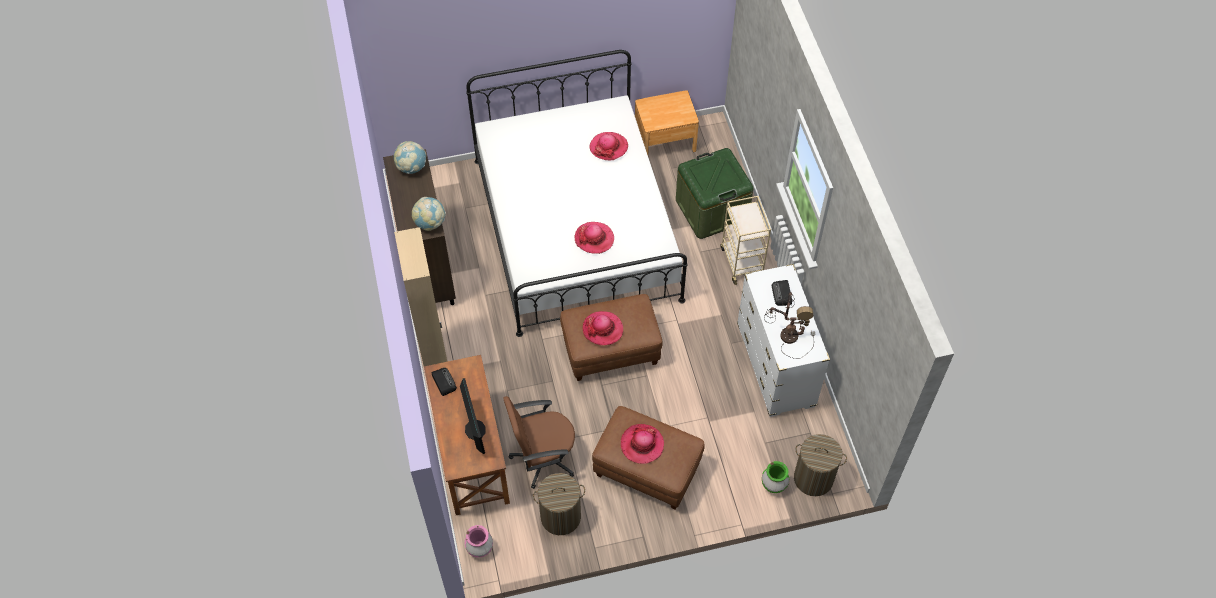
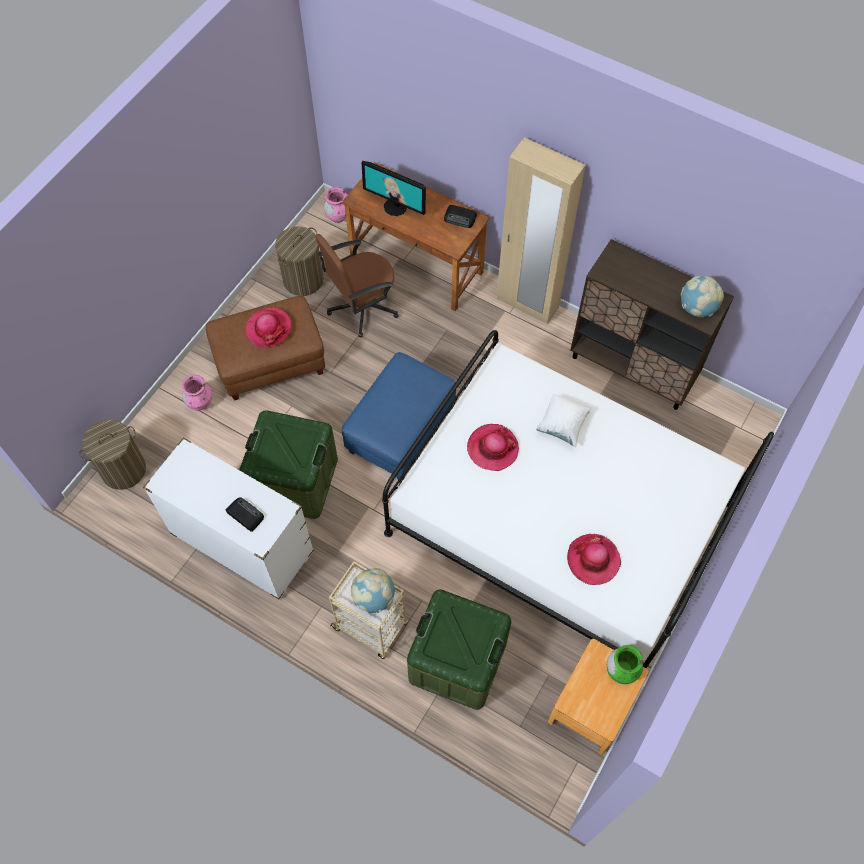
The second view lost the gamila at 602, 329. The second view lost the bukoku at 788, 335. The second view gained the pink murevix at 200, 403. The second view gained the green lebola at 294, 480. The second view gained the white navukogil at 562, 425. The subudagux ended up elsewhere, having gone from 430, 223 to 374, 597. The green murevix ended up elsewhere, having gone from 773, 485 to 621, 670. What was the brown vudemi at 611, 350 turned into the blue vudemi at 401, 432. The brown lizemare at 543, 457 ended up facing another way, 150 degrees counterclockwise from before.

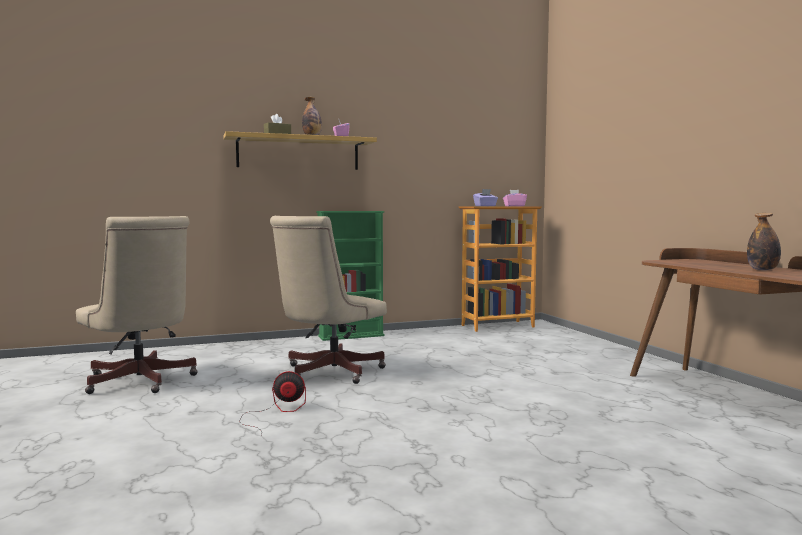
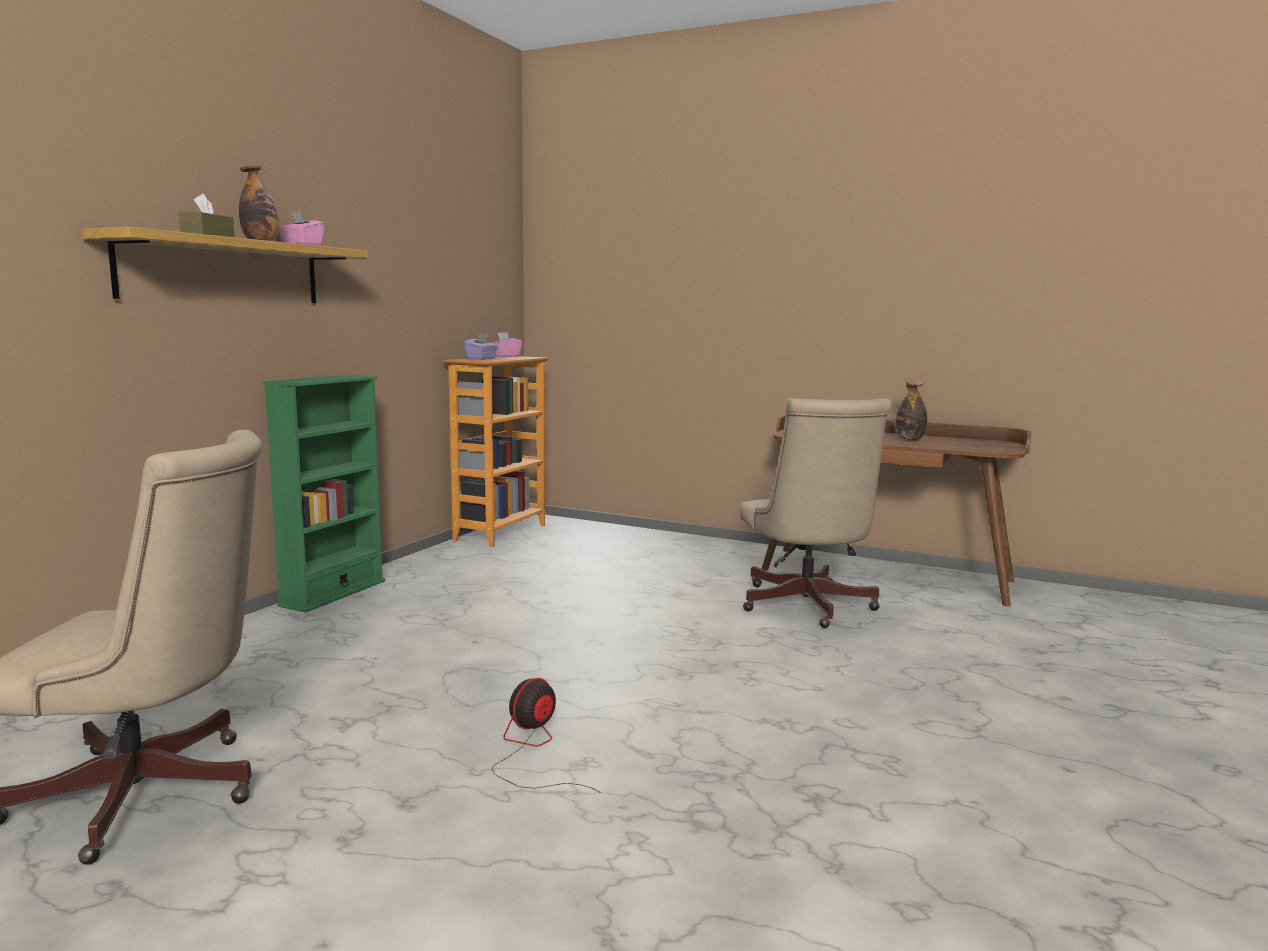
The beige lizemare ended up elsewhere, having gone from 328, 372 to 807, 607.

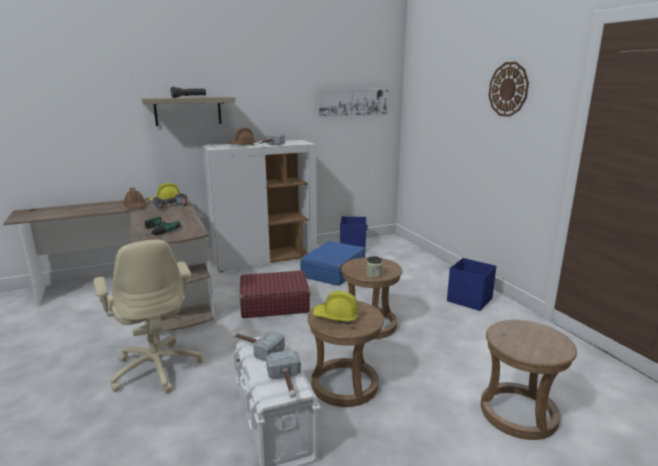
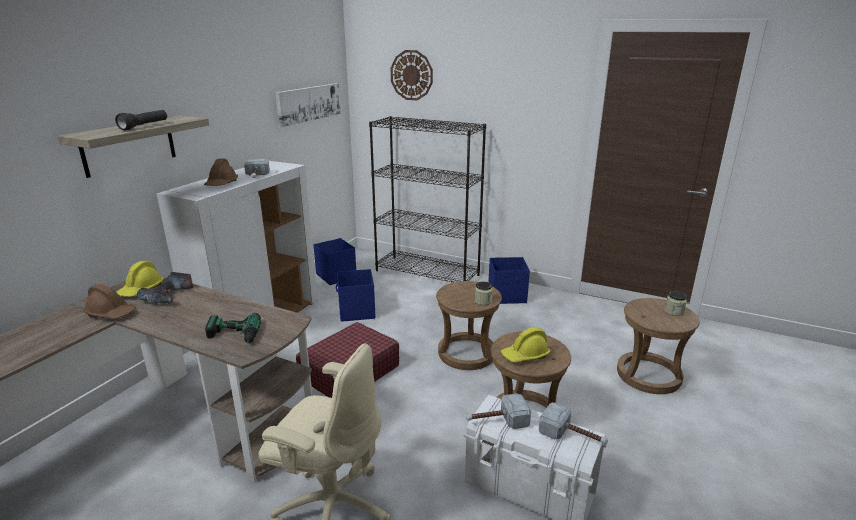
The second view gained the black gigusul at 428, 273. The second view gained the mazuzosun at 674, 311. The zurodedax ended up elsewhere, having gone from 508, 89 to 411, 75. Where the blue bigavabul stood at 333, 271, the blue lebola came to stand at 356, 312.

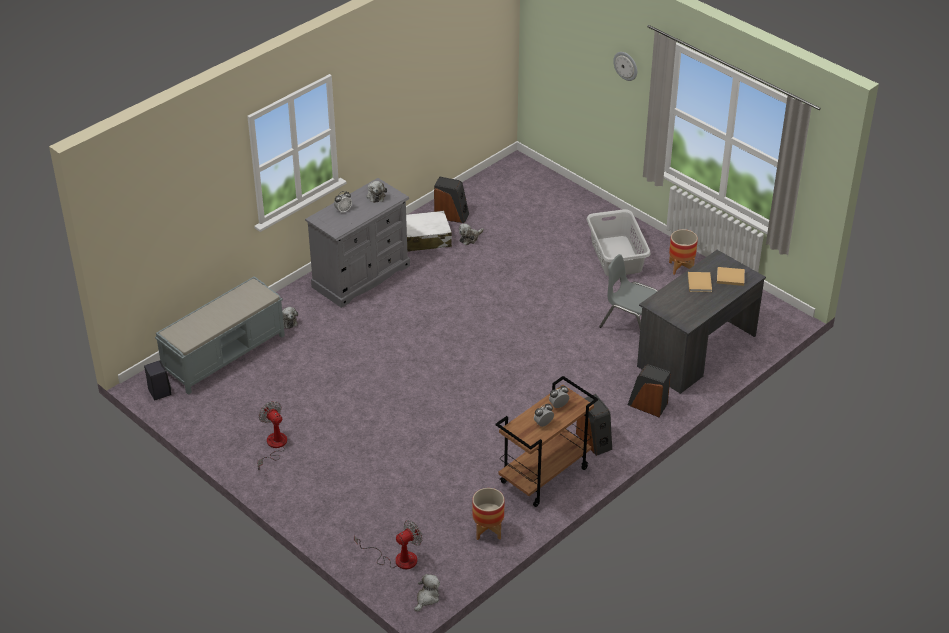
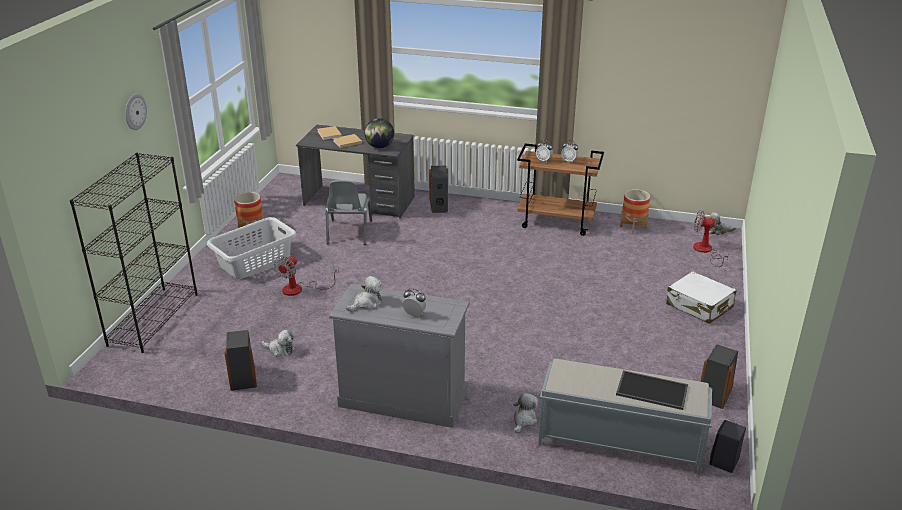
The second view gained the black gigusul at 153, 319. The second view gained the subudagux at 379, 147. The second view gained the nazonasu at 651, 391. The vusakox ended up elsewhere, having gone from 274, 446 to 300, 289. The white bigavabul ended up elsewhere, having gone from 425, 238 to 699, 306. The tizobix ended up elsewhere, having gone from 594, 440 to 716, 393.

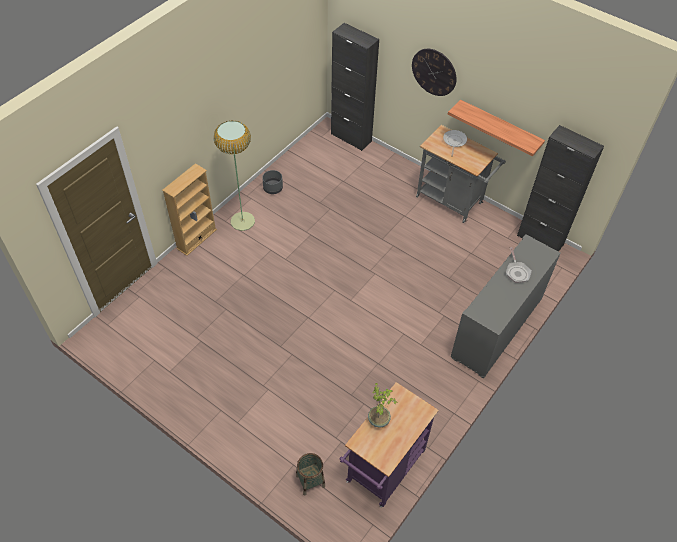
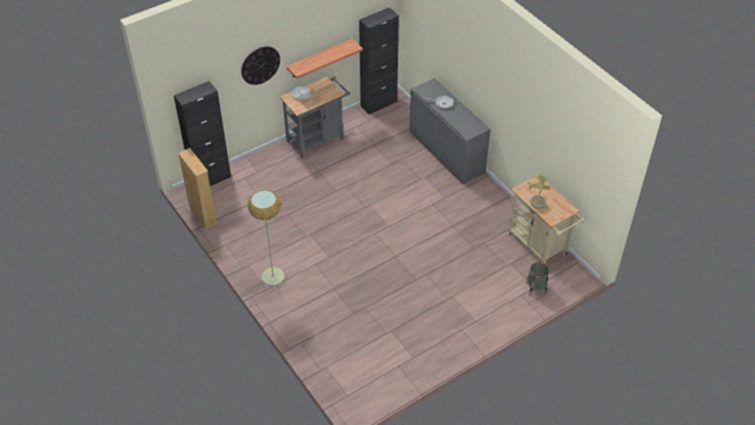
The second view lost the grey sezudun at 273, 188. The beige gigusul ended up elsewhere, having gone from 196, 239 to 203, 214. What was the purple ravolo at 382, 471 turned into the beige ravolo at 539, 247.

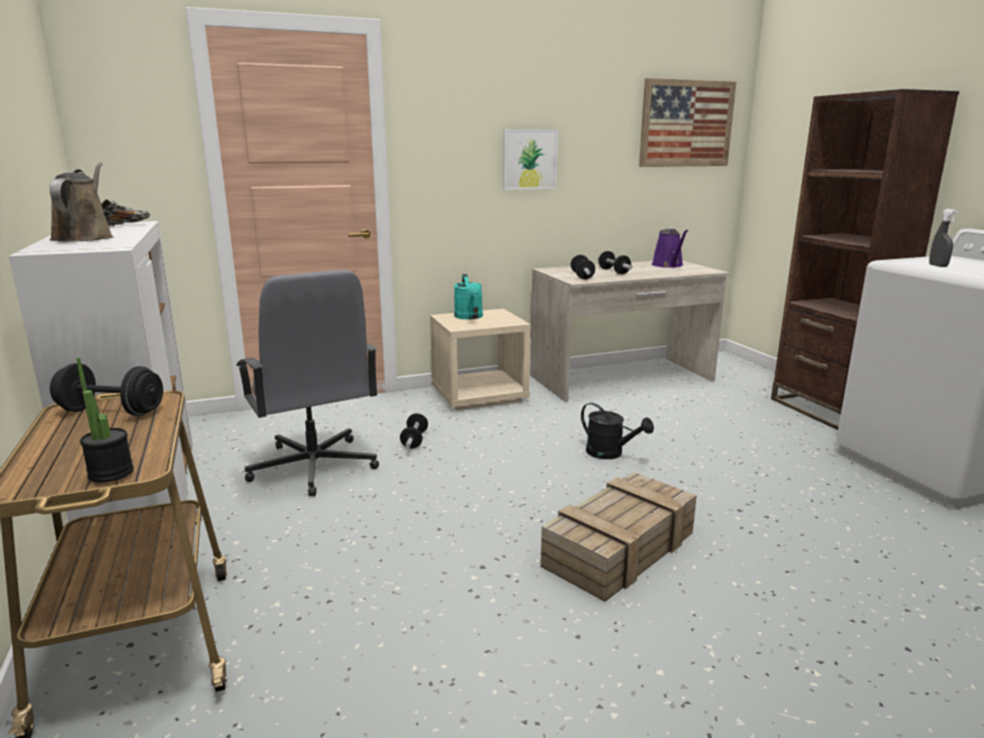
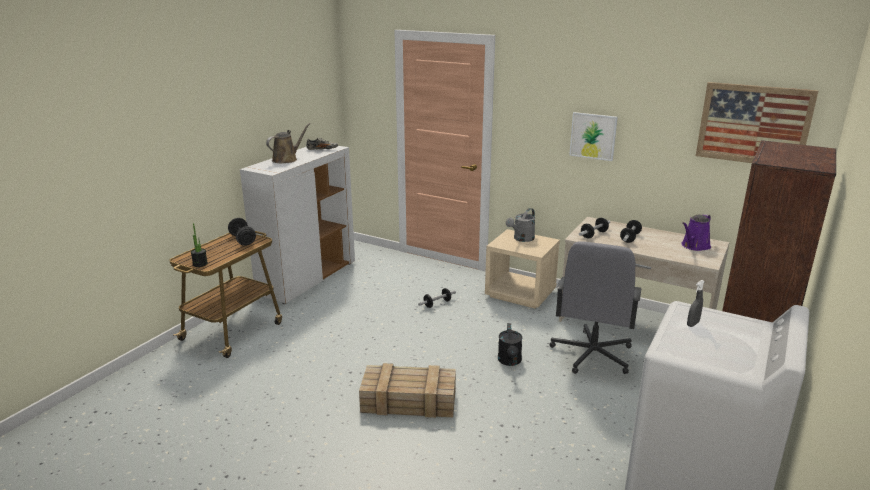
The grey lizemare ended up elsewhere, having gone from 313, 467 to 591, 354. What was the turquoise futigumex at 469, 317 turned into the grey futigumex at 521, 239.

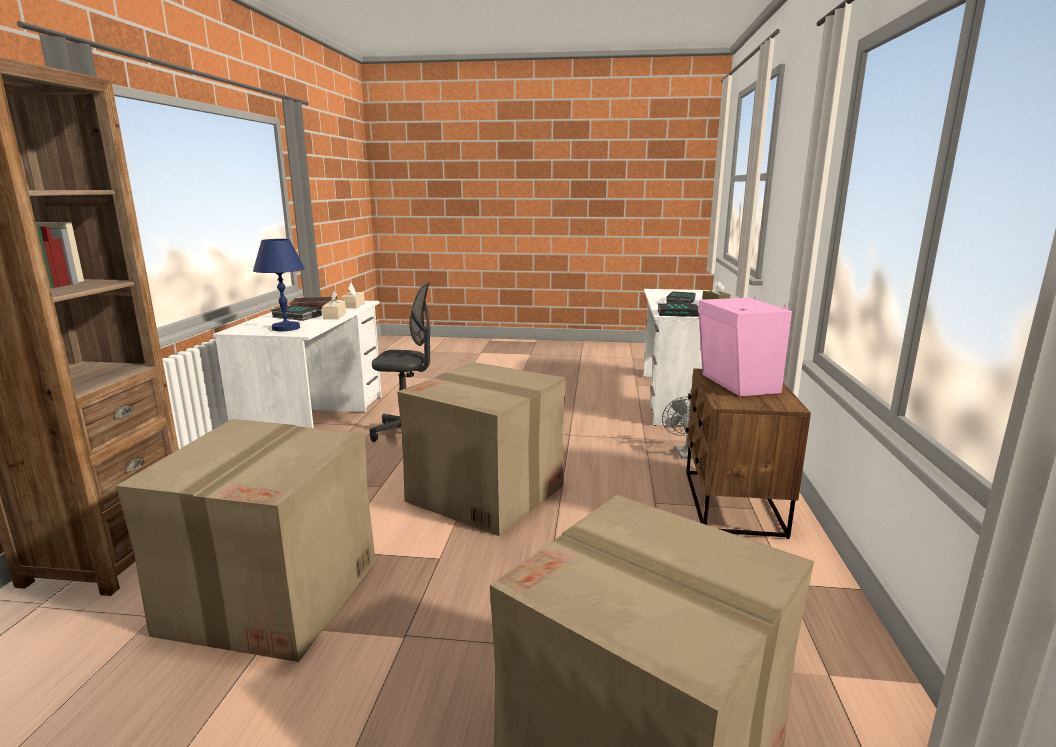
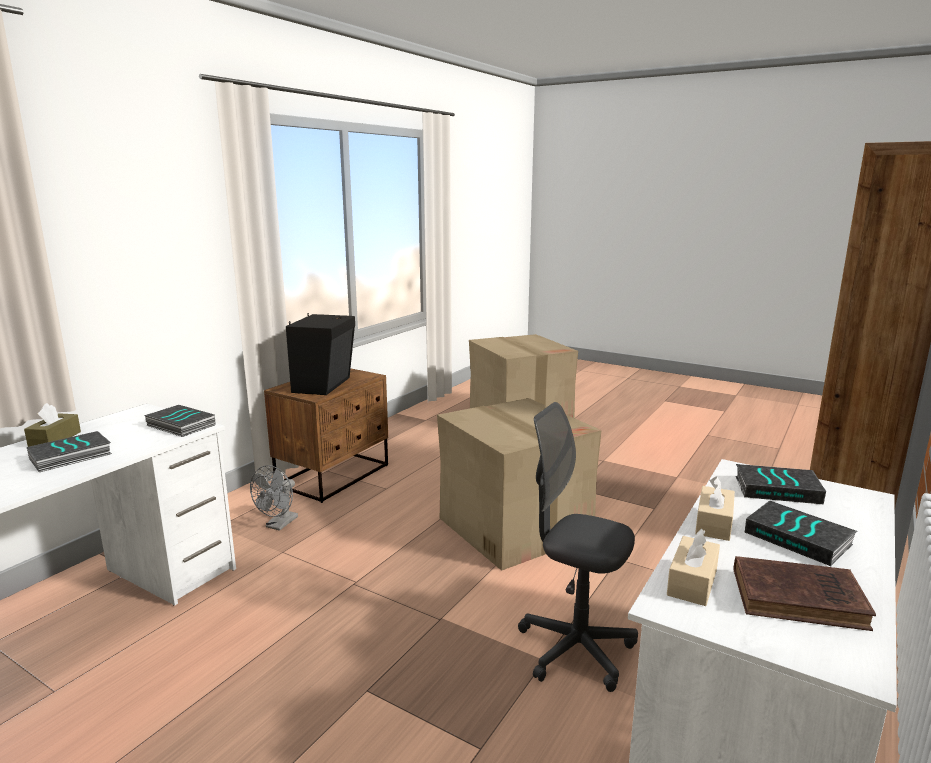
The second view lost the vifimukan at 273, 594. Where the blue bukoku stood at 285, 328, the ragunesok came to stand at 778, 489. What was the pink tizobix at 736, 384 turned into the black tizobix at 325, 385.

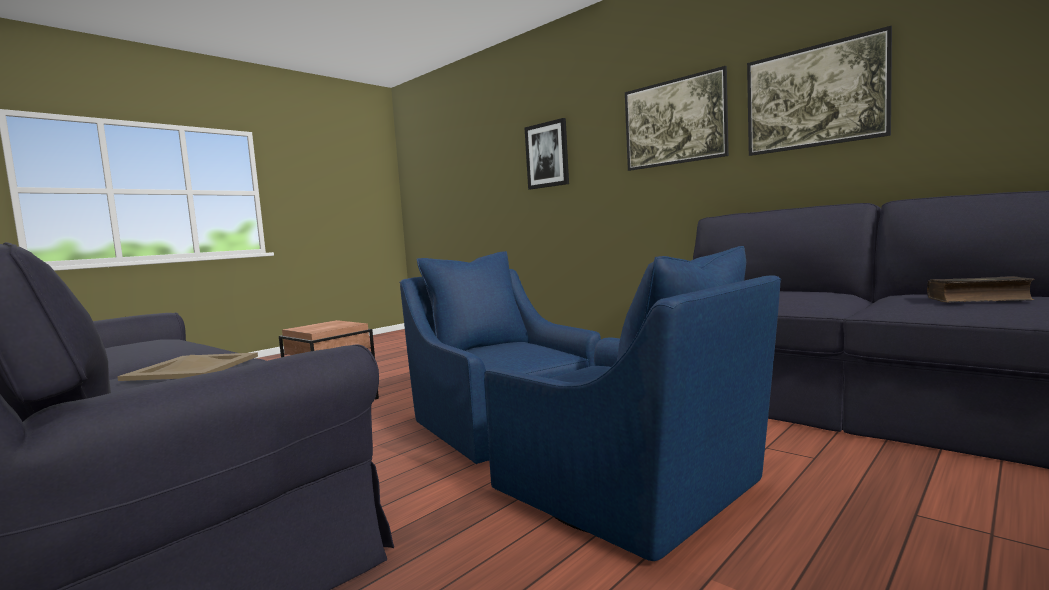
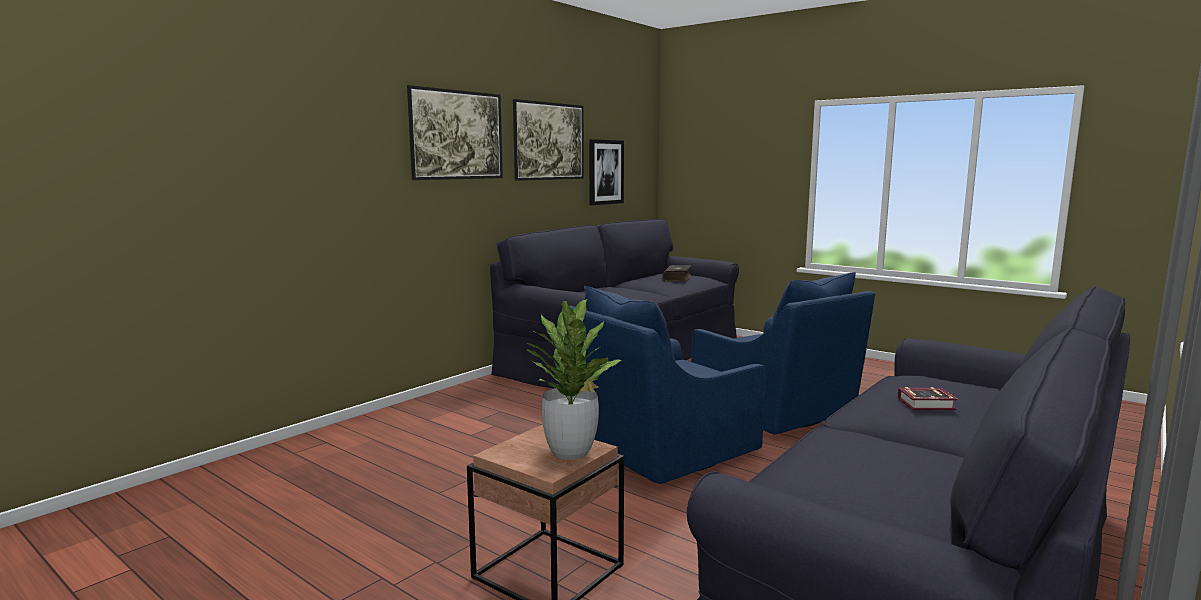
The second view gained the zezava at 570, 452. The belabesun ended up elsewhere, having gone from 547, 155 to 605, 172. Where the beige nazonasu stood at 191, 368, the ragunesok came to stand at 929, 404. The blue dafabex at 634, 493 ended up facing another way, 105 degrees clockwise from before.

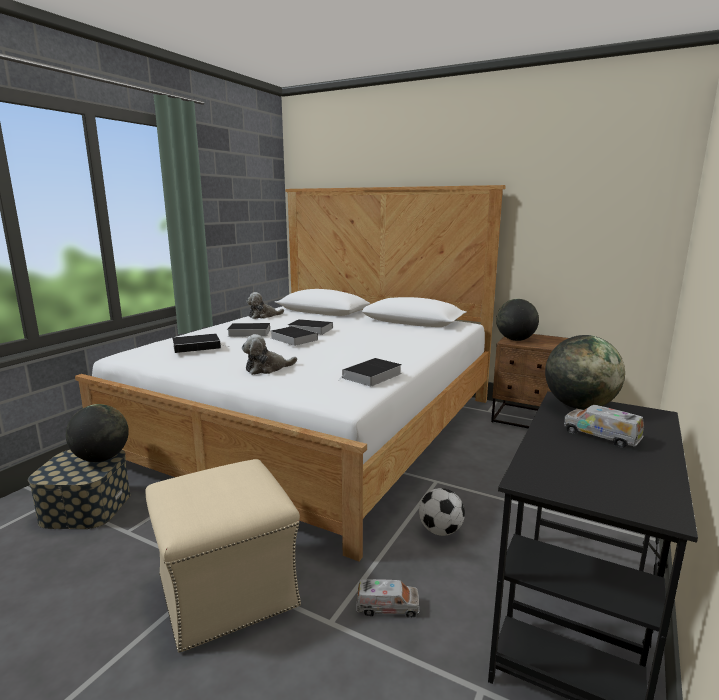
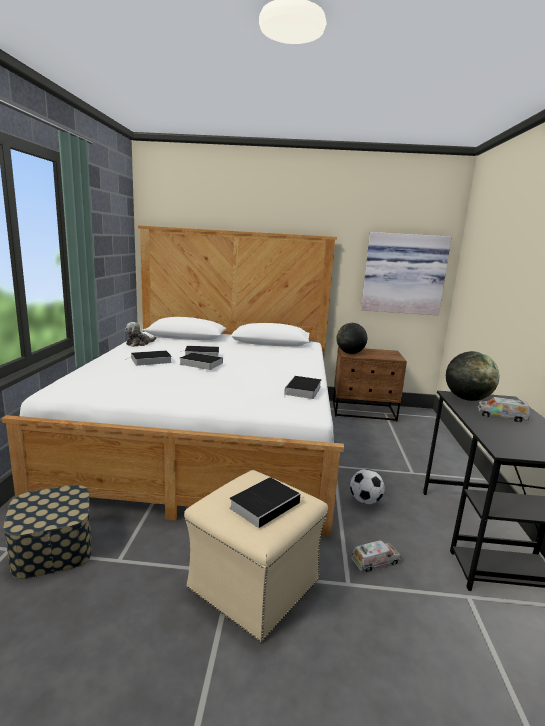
The second view lost the subudagux at 102, 458. The second view lost the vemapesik at 267, 369. The second view gained the belabesun at 403, 274. The ragunesok ended up elsewhere, having gone from 198, 346 to 265, 504.

